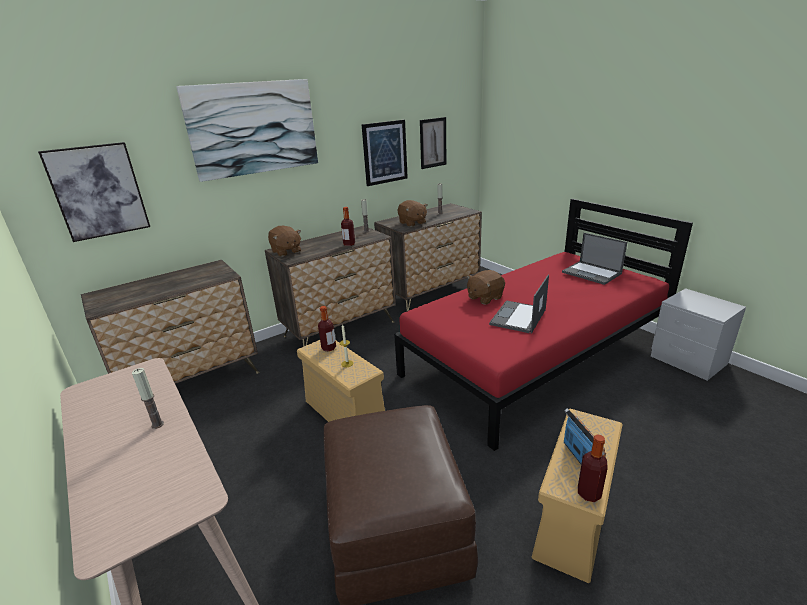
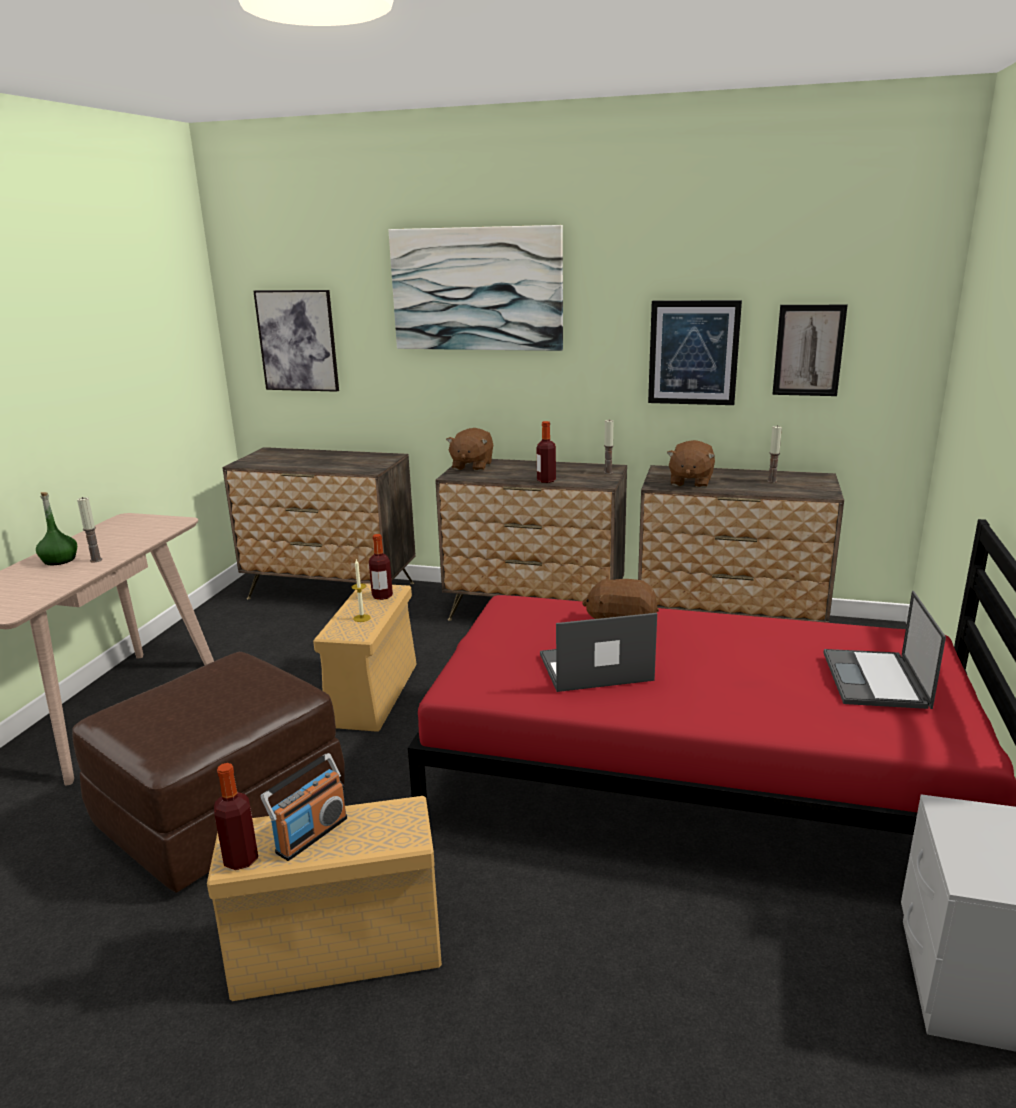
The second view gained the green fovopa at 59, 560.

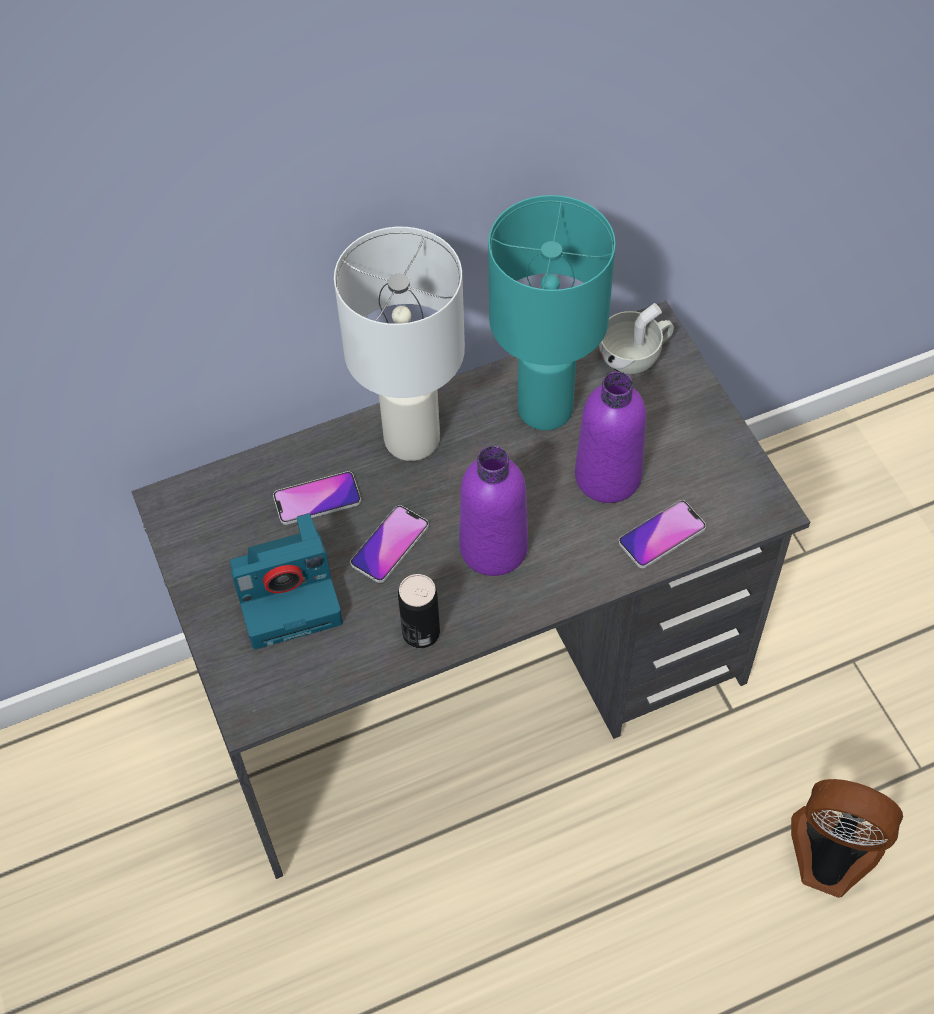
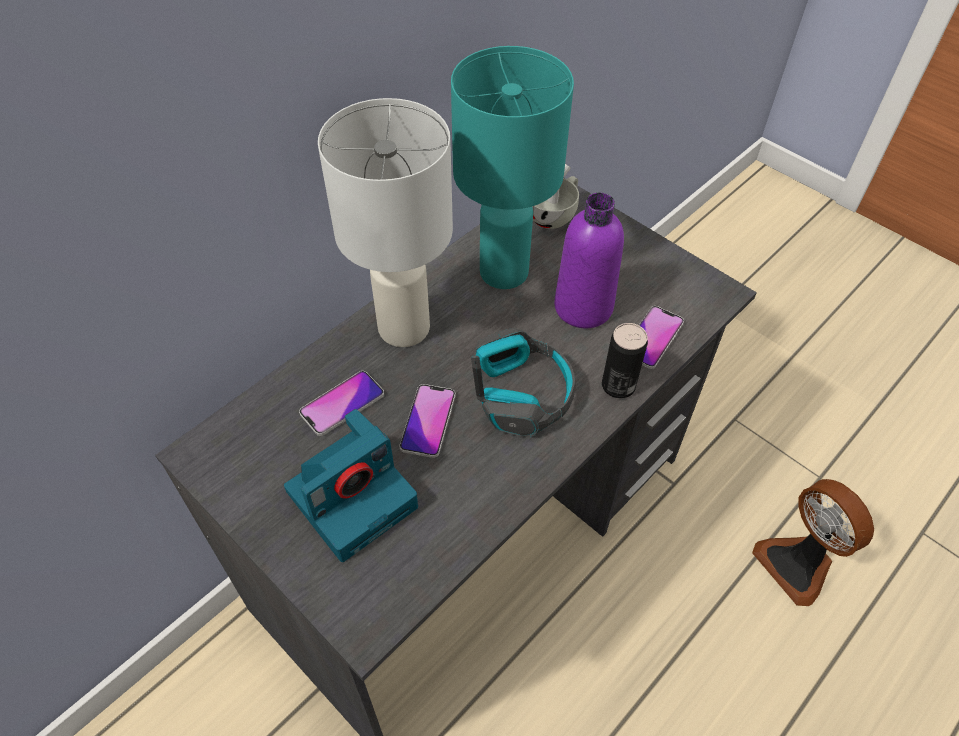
The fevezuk ended up elsewhere, having gone from 421, 632 to 618, 385. Where the purple fovopa stood at 493, 547, the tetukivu came to stand at 520, 393. The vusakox at 831, 856 ended up facing another way, 120 degrees counterclockwise from before.

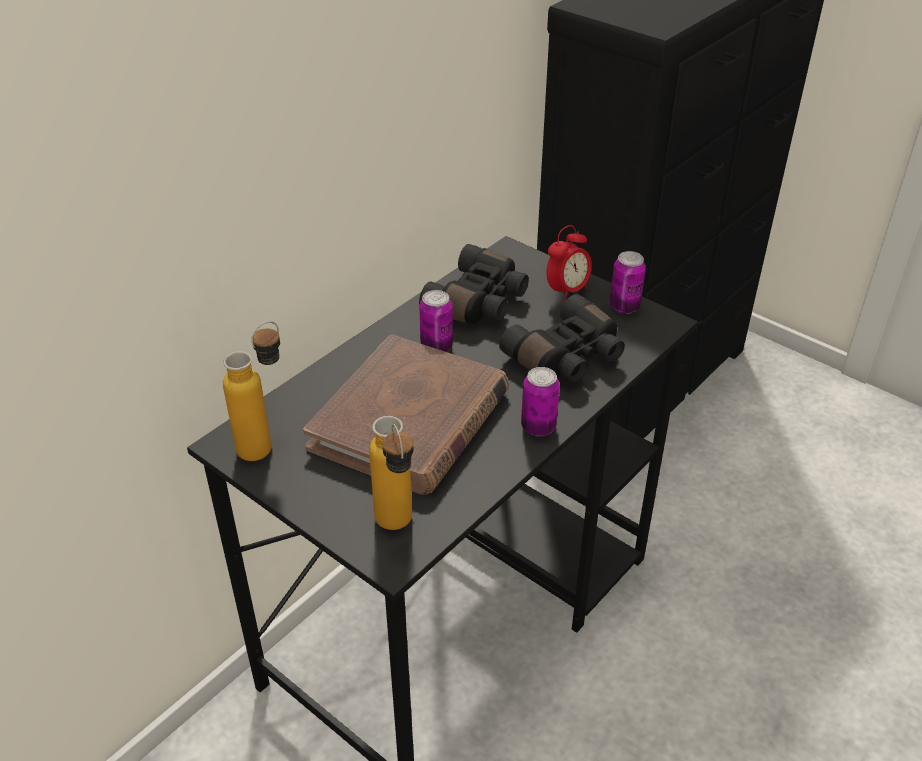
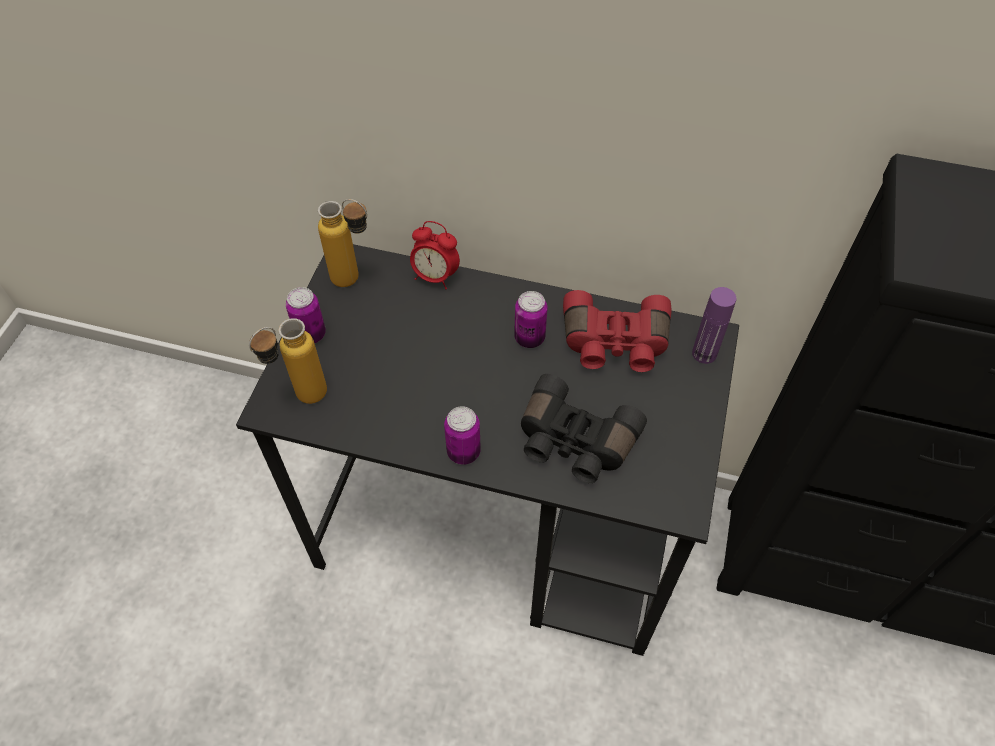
The second view lost the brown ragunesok at 410, 420. The second view gained the purple fovopa at 704, 353. The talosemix ended up elsewhere, having gone from 567, 291 to 435, 277. The fevezuk ended up elsewhere, having gone from 624, 307 to 311, 334. What was the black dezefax at 479, 302 turned into the red dezefax at 614, 344.

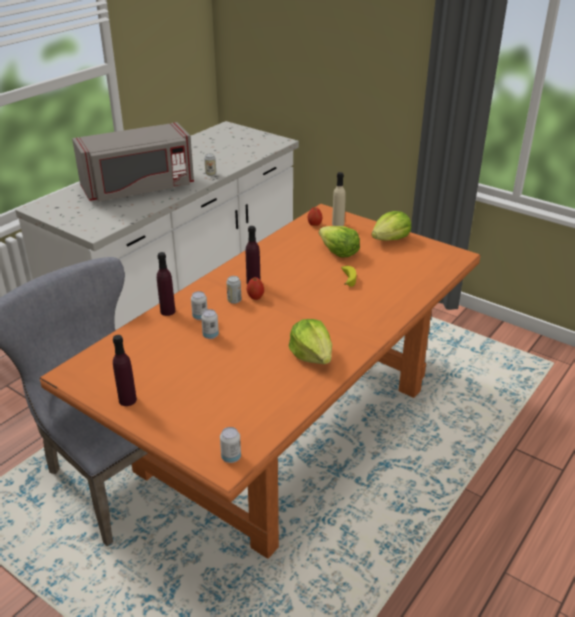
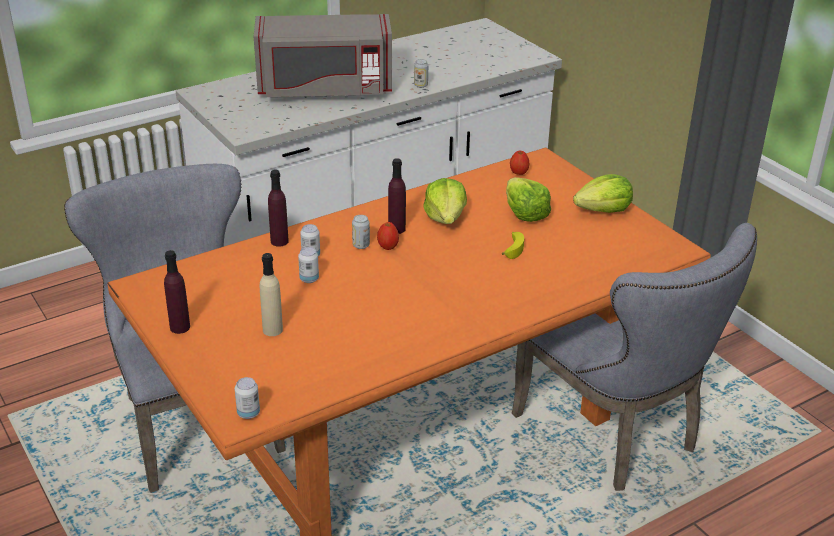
The second view gained the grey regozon at 616, 436. The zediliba ended up elsewhere, having gone from 312, 355 to 445, 217. The beige fovopa ended up elsewhere, having gone from 338, 224 to 272, 330.

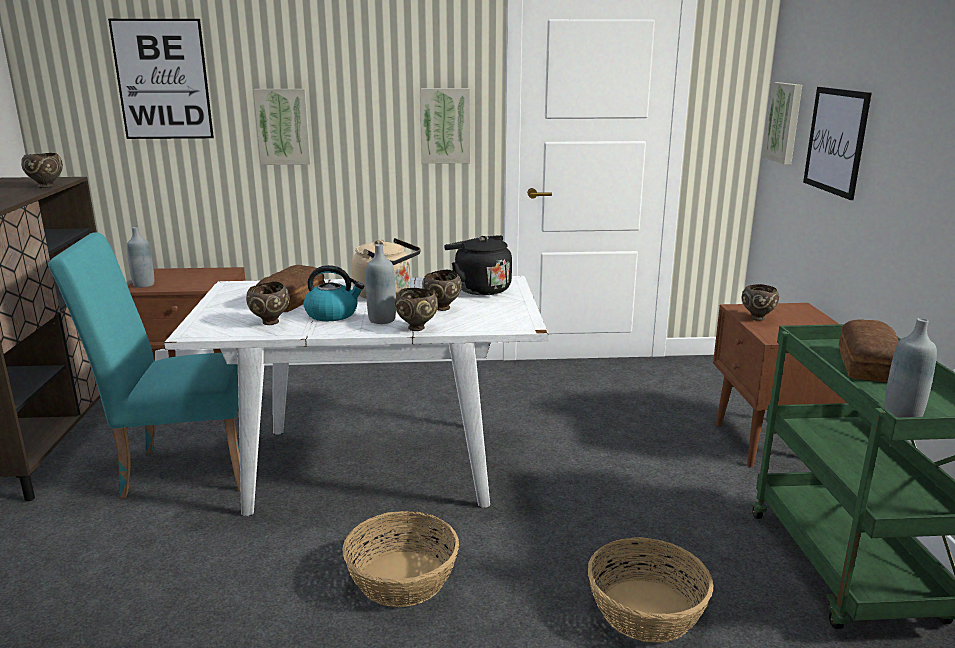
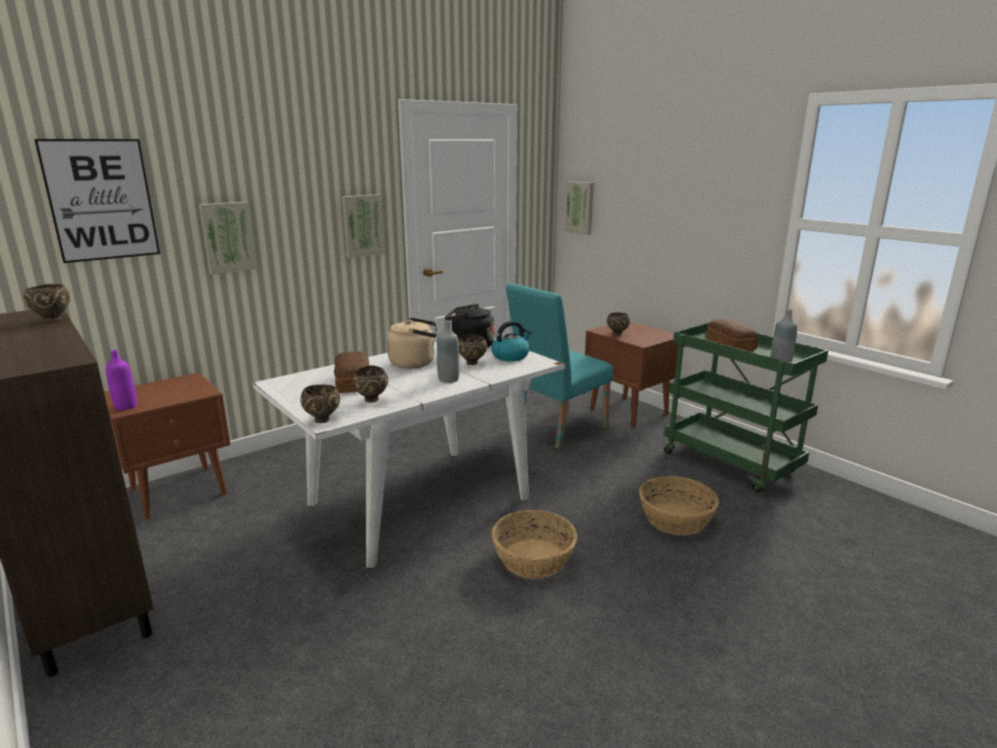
The second view lost the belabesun at 836, 141. The turquoise regozon ended up elsewhere, having gone from 181, 469 to 556, 430. The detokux ended up elsewhere, having gone from 333, 314 to 510, 356. The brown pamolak ended up elsewhere, having gone from 417, 328 to 323, 420. What was the grey fovopa at 144, 285 turned into the purple fovopa at 126, 406.

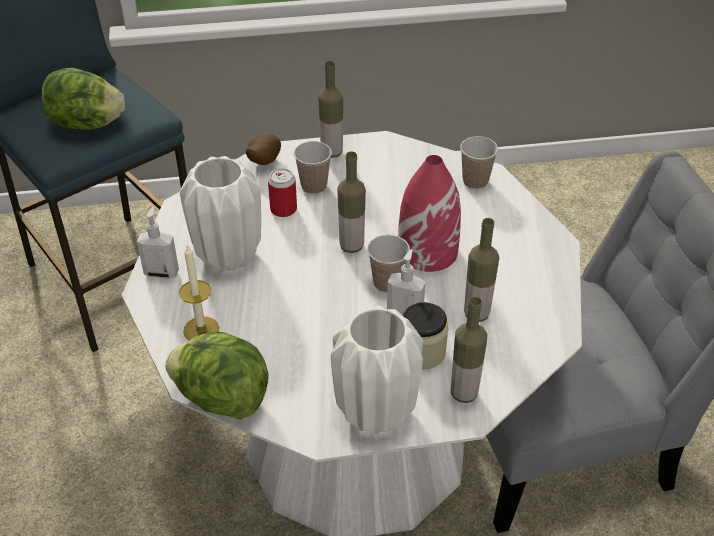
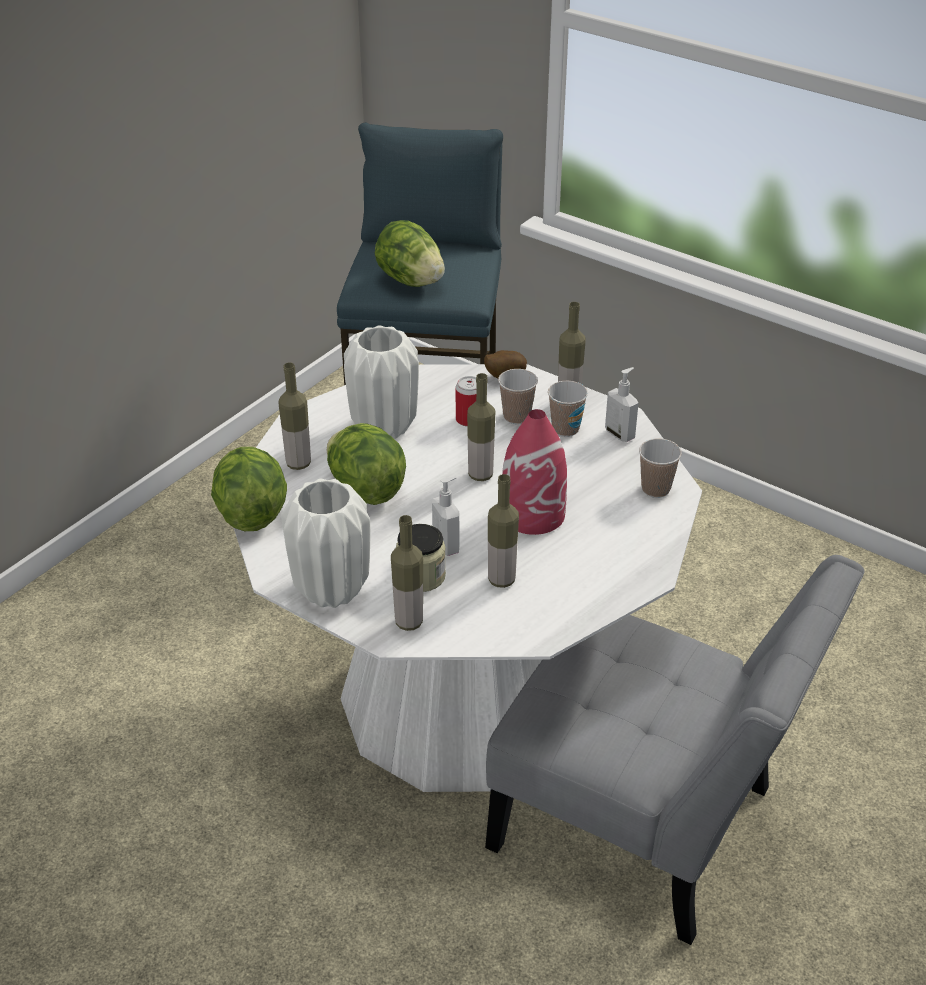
The second view gained the zediliba at 365, 489. The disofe ended up elsewhere, having gone from 162, 272 to 620, 434. The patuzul ended up elsewhere, having gone from 387, 283 to 565, 429. Where the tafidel stood at 201, 330, the fovopa came to stand at 298, 463.

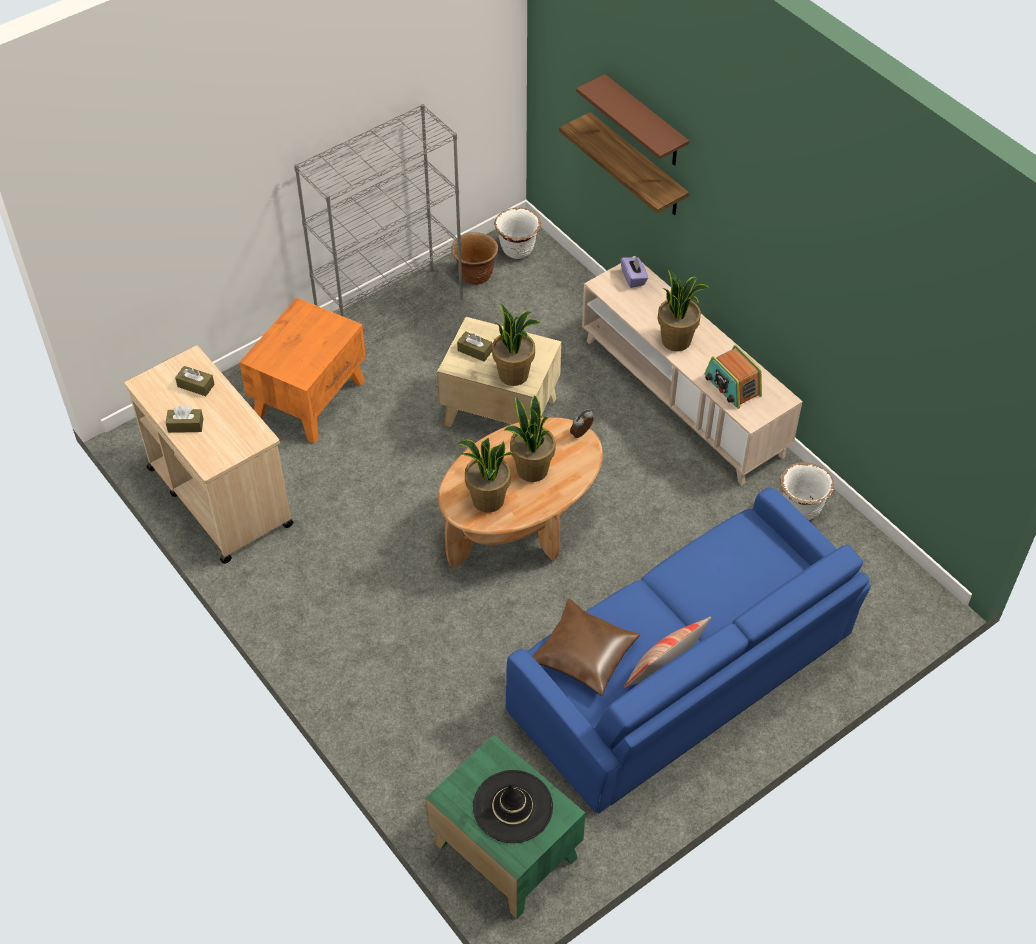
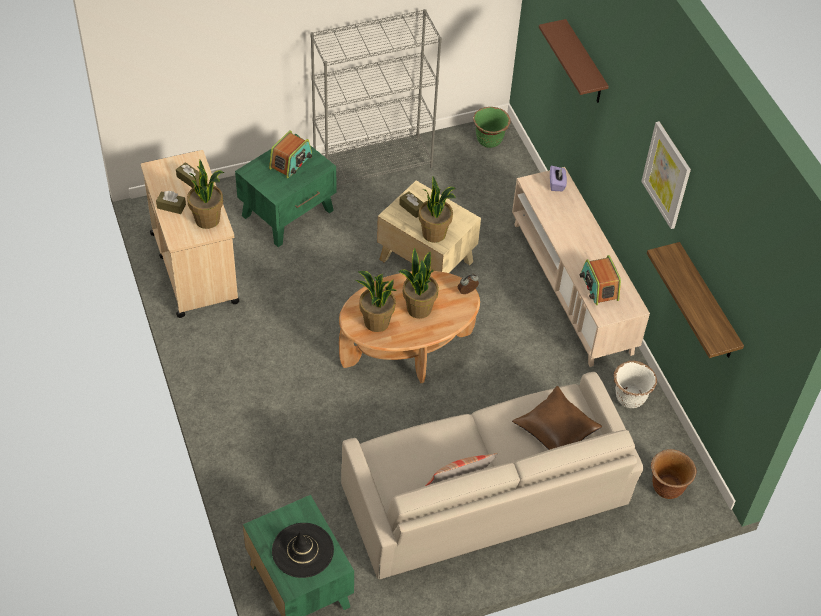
The second view gained the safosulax at 291, 162. The second view gained the belabesun at 667, 175. The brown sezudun ended up elsewhere, having gone from 475, 275 to 666, 487. The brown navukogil ended up elsewhere, having gone from 583, 654 to 556, 429. The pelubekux ended up elsewhere, having gone from 637, 166 to 707, 303. The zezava ended up elsewhere, having gone from 677, 340 to 208, 219. What was the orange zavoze at 311, 398 turned into the green zavoze at 289, 212. What was the white sezudun at 518, 250 turned into the green sezudun at 489, 141. What was the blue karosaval at 683, 673 turned into the beige karosaval at 485, 496.

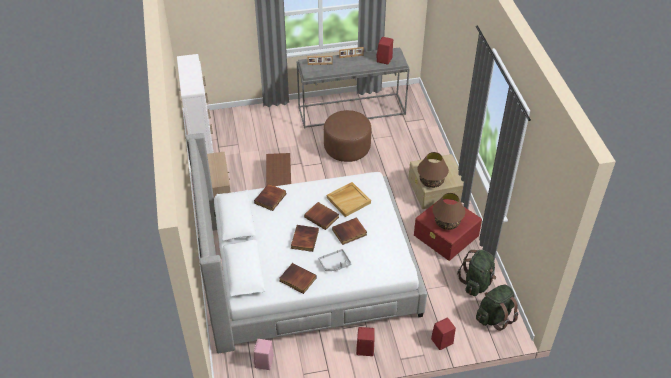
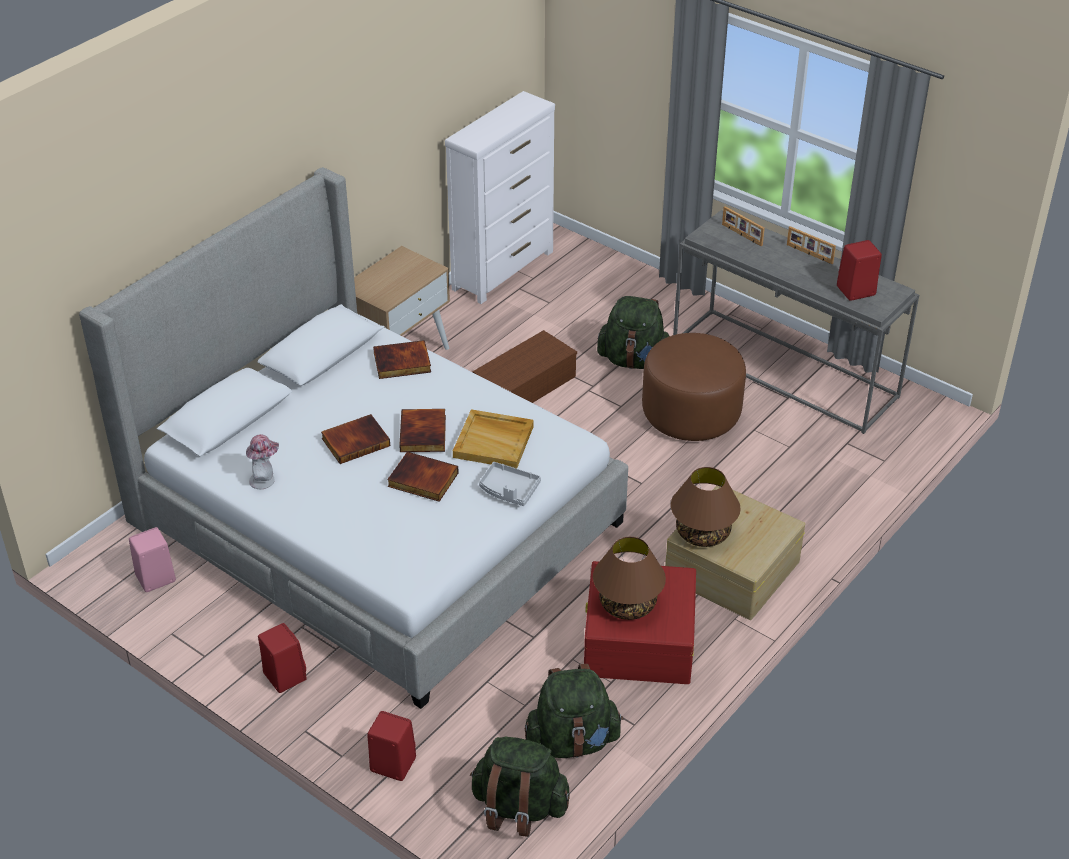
The second view gained the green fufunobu at 634, 360. The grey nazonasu ended up elsewhere, having gone from 335, 264 to 509, 490. Where the ragunesok stood at 297, 280, the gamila came to stand at 265, 480.

